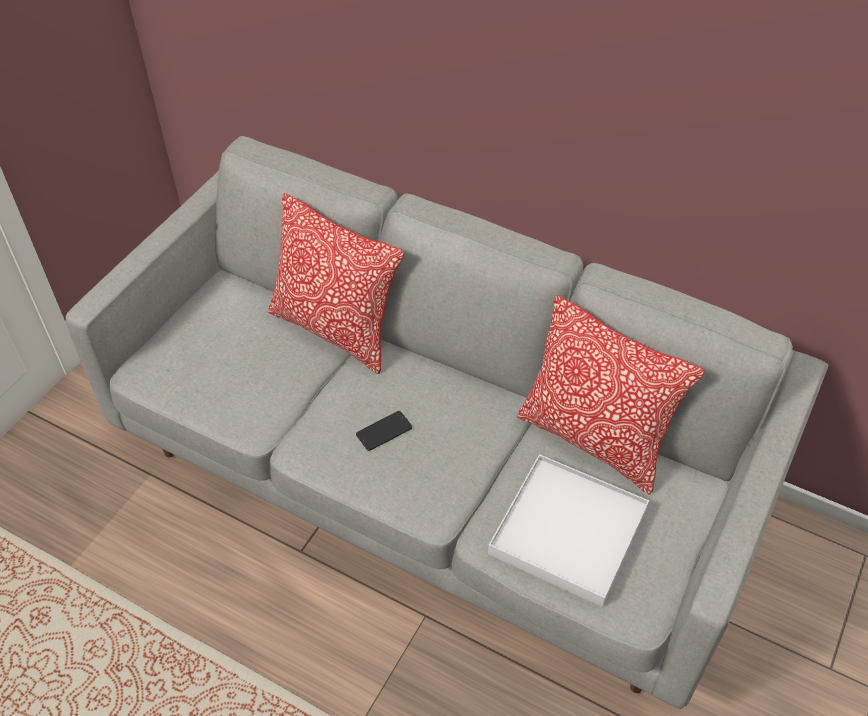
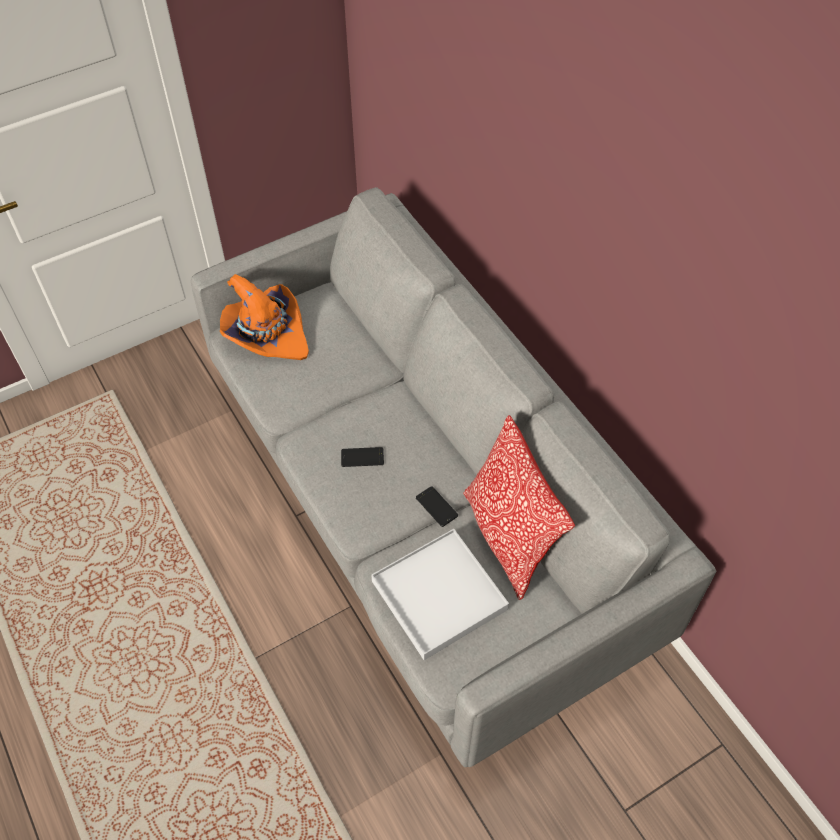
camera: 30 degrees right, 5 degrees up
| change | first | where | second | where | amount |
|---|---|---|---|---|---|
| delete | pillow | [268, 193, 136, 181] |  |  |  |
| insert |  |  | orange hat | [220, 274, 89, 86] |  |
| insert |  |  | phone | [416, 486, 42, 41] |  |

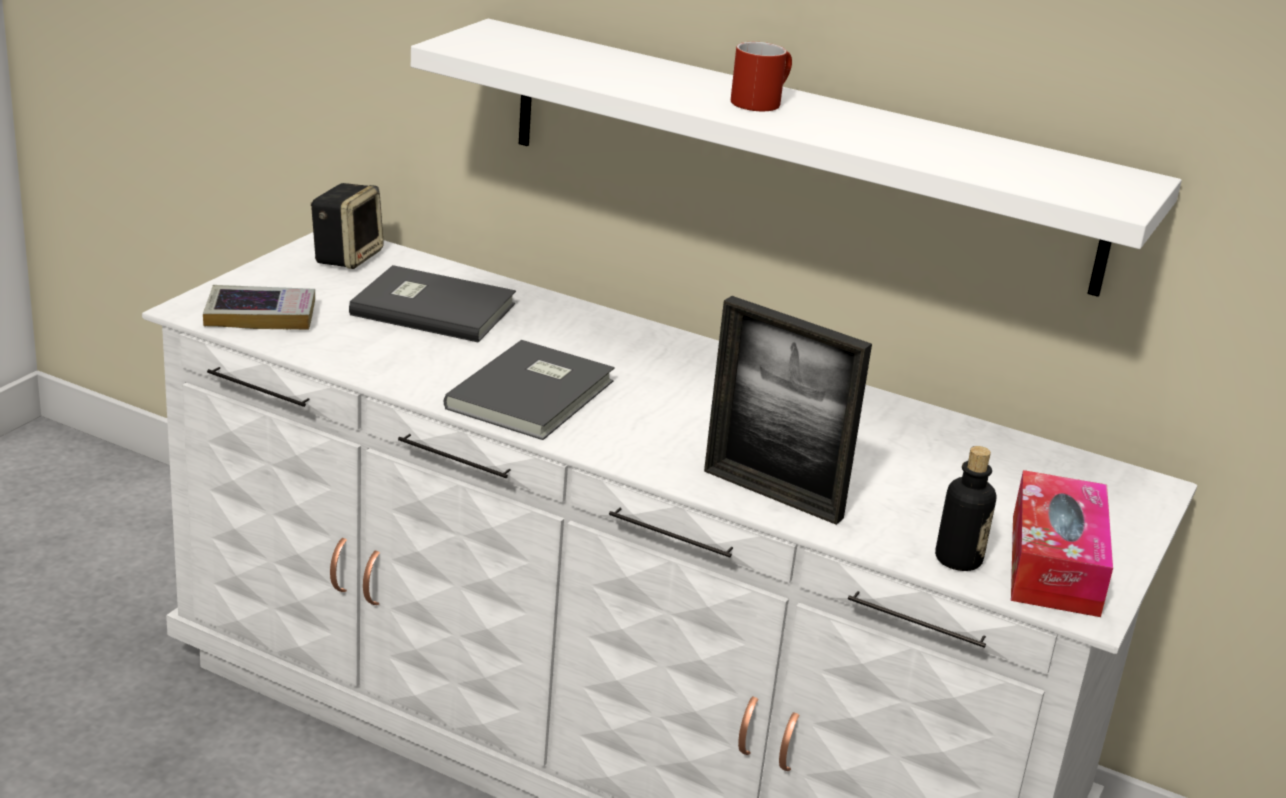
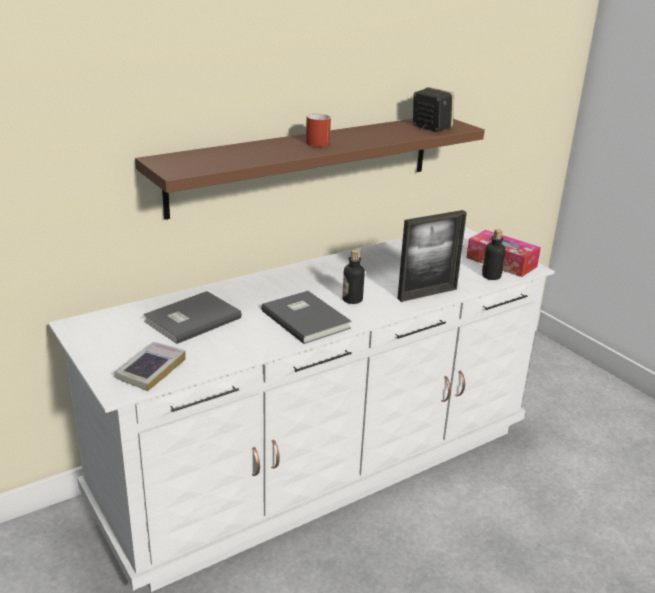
camera: 60 degrees left, 0 degrees up
| change | first | where | second | where | amount |
|---|---|---|---|---|---|
| move | speaker | [311, 183, 73, 86] |  | [413, 87, 41, 45] |  |
| recolor | white shelf | [411, 19, 771, 278] | brown shelf | [135, 119, 350, 101] |  |
| insert |  |  | bottle | [342, 250, 23, 54] |  |

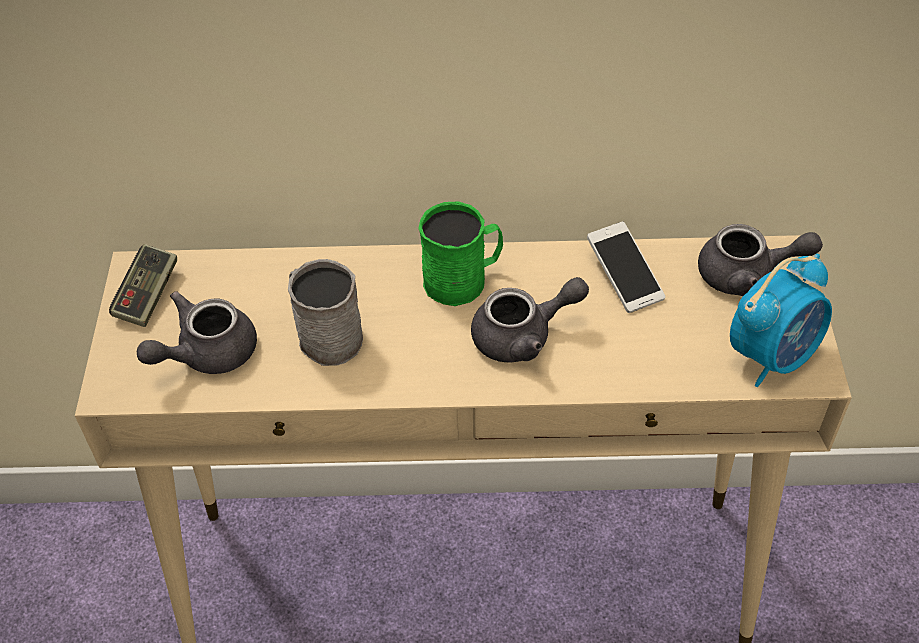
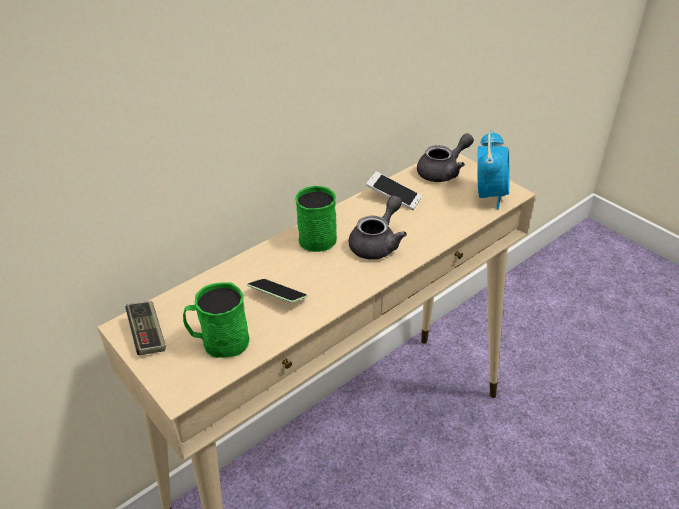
camera: 40 degrees left, 10 degrees down
| change | first | where | second | where | amount |
|---|---|---|---|---|---|
| replace | grey teapot | [137, 291, 120, 83] | green mug | [183, 283, 67, 75] |  |
| replace | grey mug | [288, 259, 75, 107] | phone | [247, 279, 60, 24] |  |

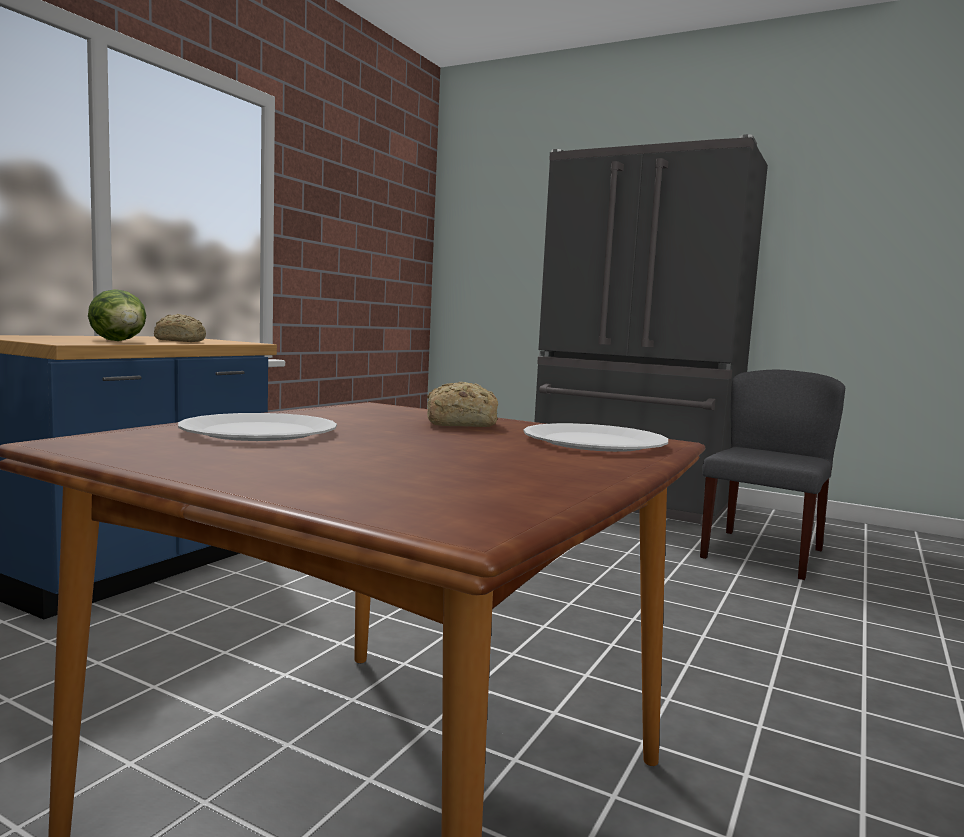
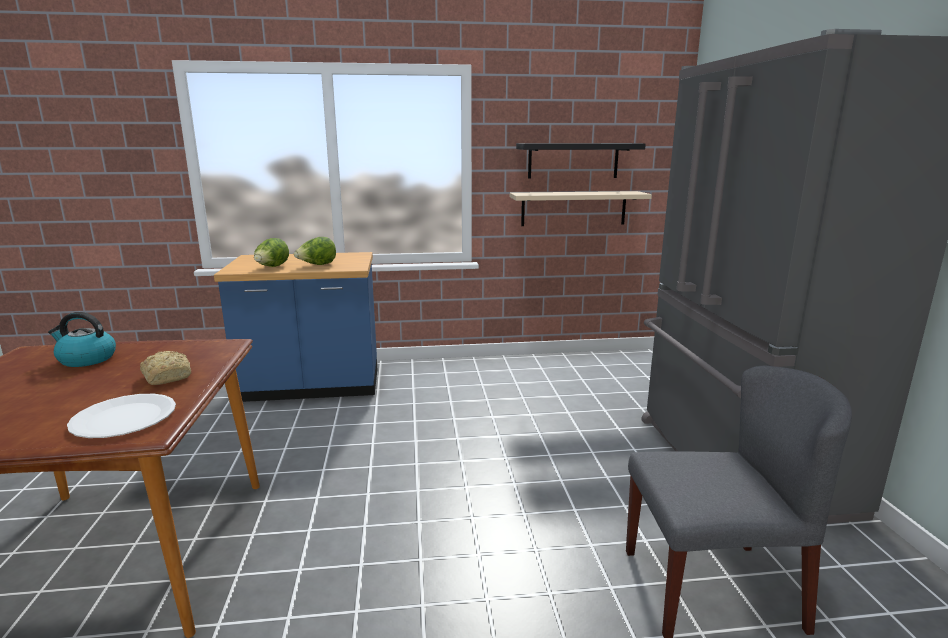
camera: 55 degrees right, 10 degrees up
| change | first | where | second | where | amount |
|---|---|---|---|---|---|
| replace | bread | [154, 314, 52, 28] | lettuce | [294, 237, 42, 28] |  |
| replace | white plate | [178, 413, 159, 28] | kettle | [48, 312, 68, 55] |  |
| insert |  |  | beige shelf | [510, 191, 142, 35] |  |
| insert |  |  | black shelf | [516, 143, 130, 36] |  |

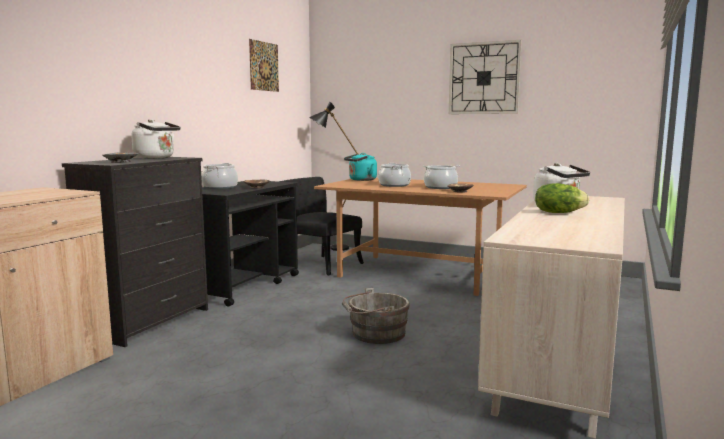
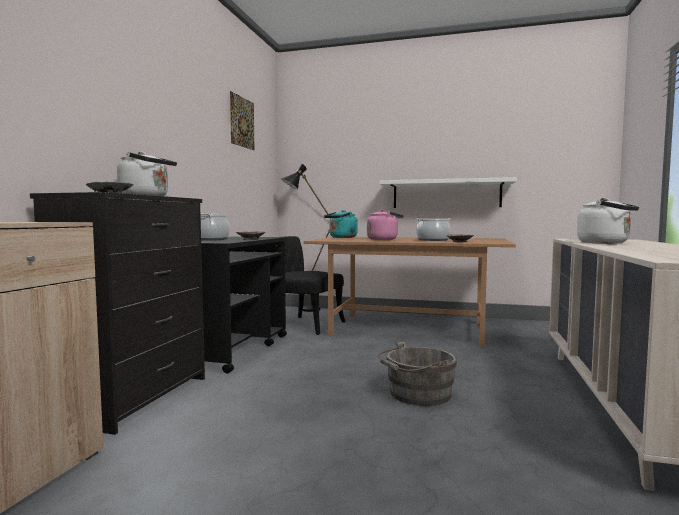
camera: 10 degrees left, 5 degrees down
| change | first | where | second | where | amount |
|---|---|---|---|---|---|
| replace | cooking pot | [378, 163, 33, 24] | pink kettle | [367, 209, 36, 31] |  |
| delete | wall clock | [449, 40, 73, 74] |  |  |  |
| delete | lettuce | [535, 183, 54, 30] |  |  |  |
| insert |  |  | white shelf | [379, 177, 138, 31] |  |

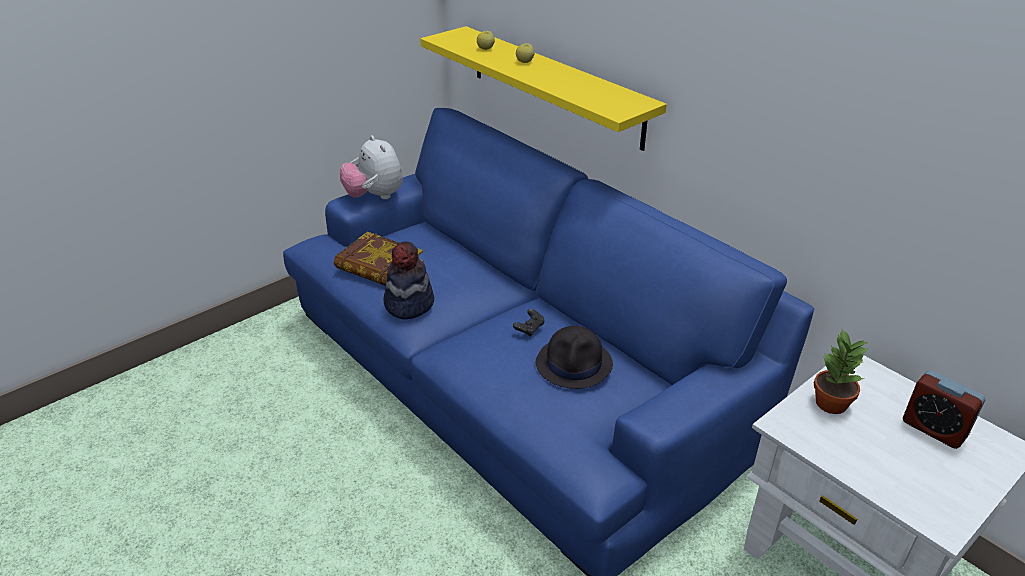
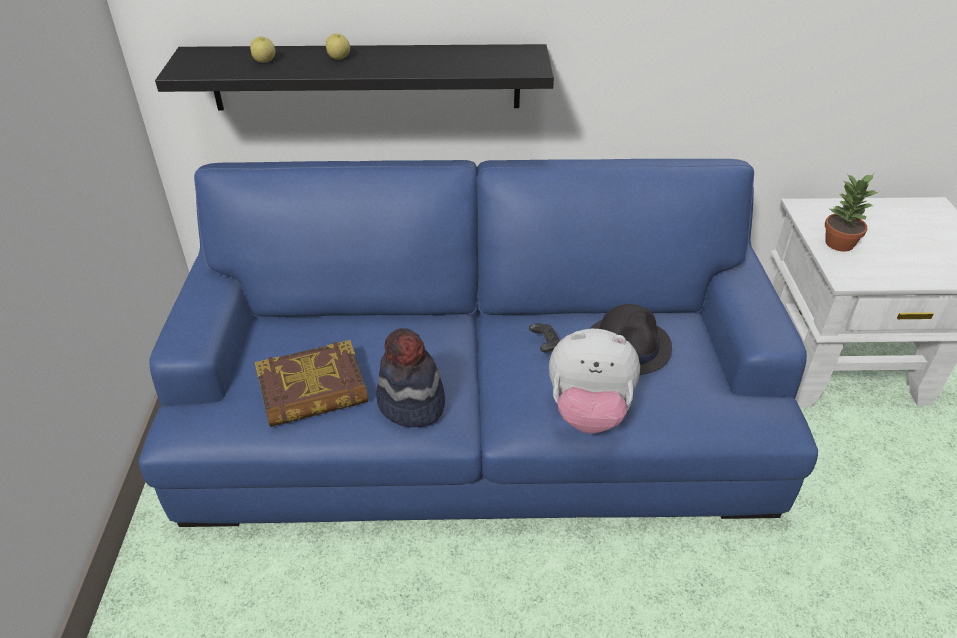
camera: 50 degrees left, 5 degrees up
| change | first | where | second | where | amount |
|---|---|---|---|---|---|
| move | plush toy | [340, 135, 63, 64] |  | [549, 329, 91, 105] |  |
| recolor | yellow shelf | [420, 26, 247, 125] | black shelf | [155, 44, 399, 67] |  |
| delete | alarm clock | [903, 370, 82, 79] |  |  |  |

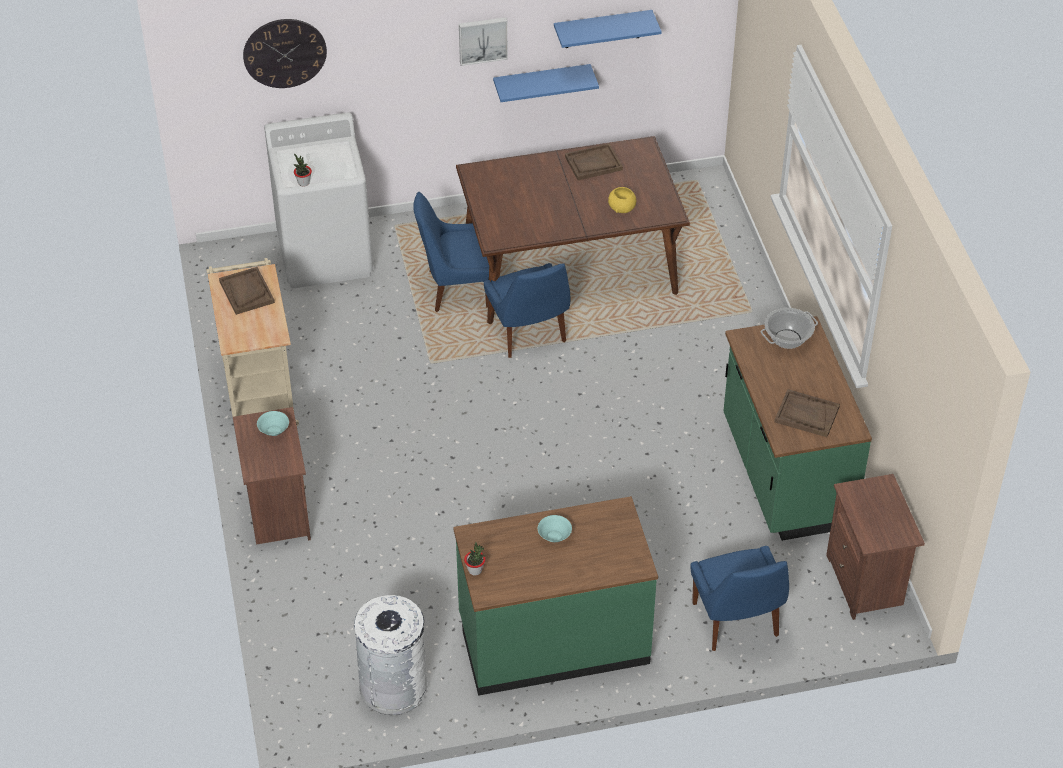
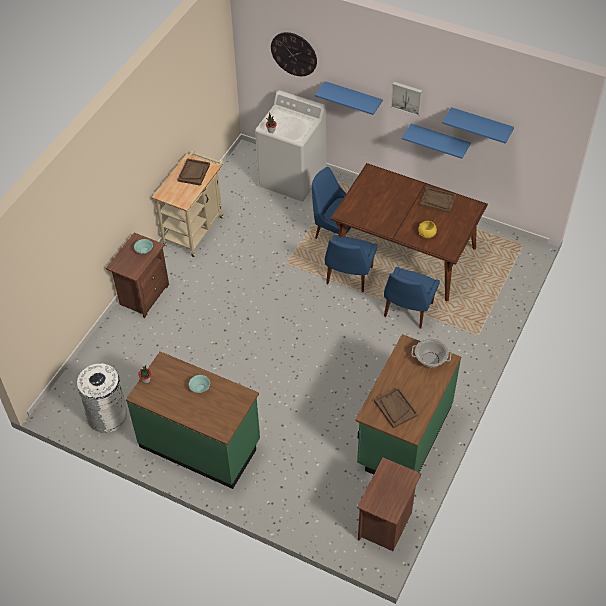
camera: 40 degrees right, 5 degrees up
| change | first | where | second | where | amount |
|---|---|---|---|---|---|
| move | blue chair | [691, 546, 98, 105] |  | [384, 267, 56, 62] |  |
| insert |  |  | blue shelf | [315, 81, 68, 34] |  |

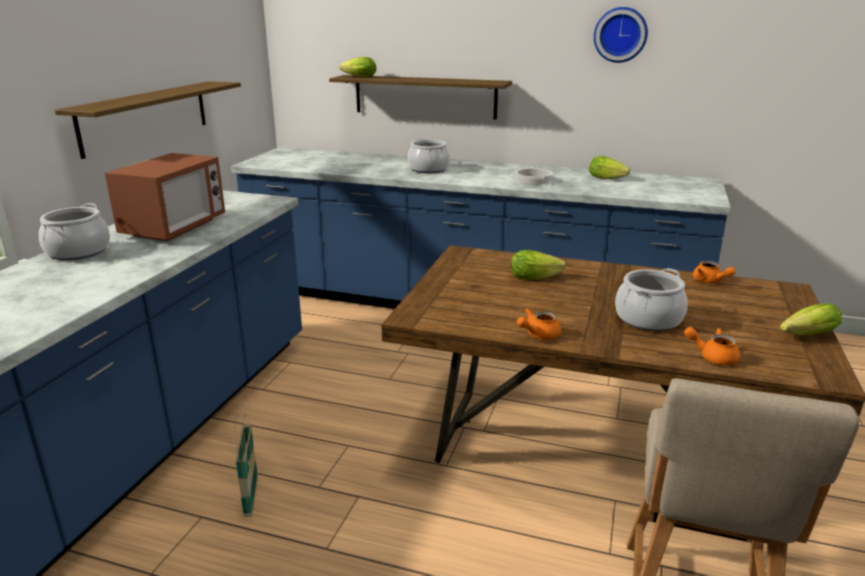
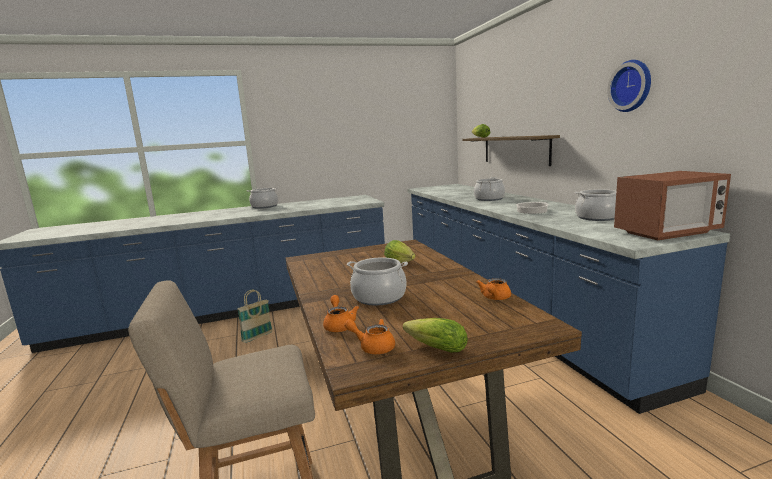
camera: 55 degrees right, 10 degrees down
| change | first | where | second | where | amount |
|---|---|---|---|---|---|
| delete | shelf | [55, 81, 186, 78] |  |  |  |
| move | microwave | [105, 153, 120, 88] |  | [614, 171, 117, 70] |  |
| move | orange teapot | [517, 308, 44, 32] |  | [344, 319, 51, 35] |  |
| replace | lettuce | [589, 156, 41, 23] | cooking pot | [575, 189, 42, 32] |  |

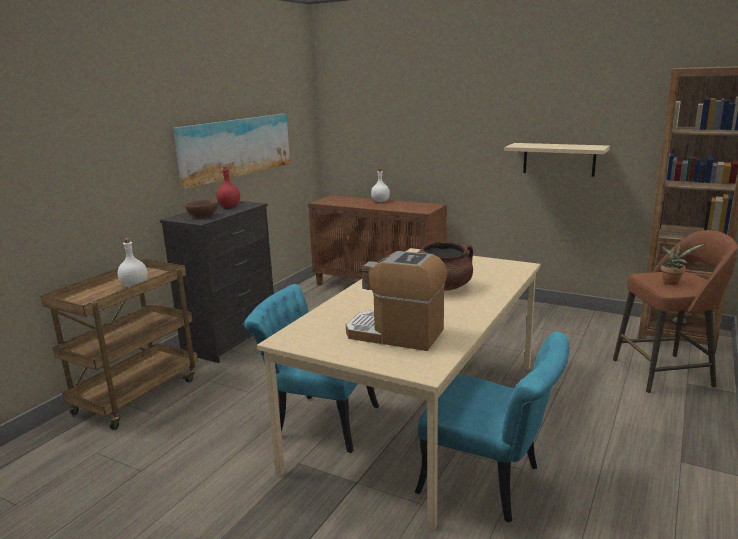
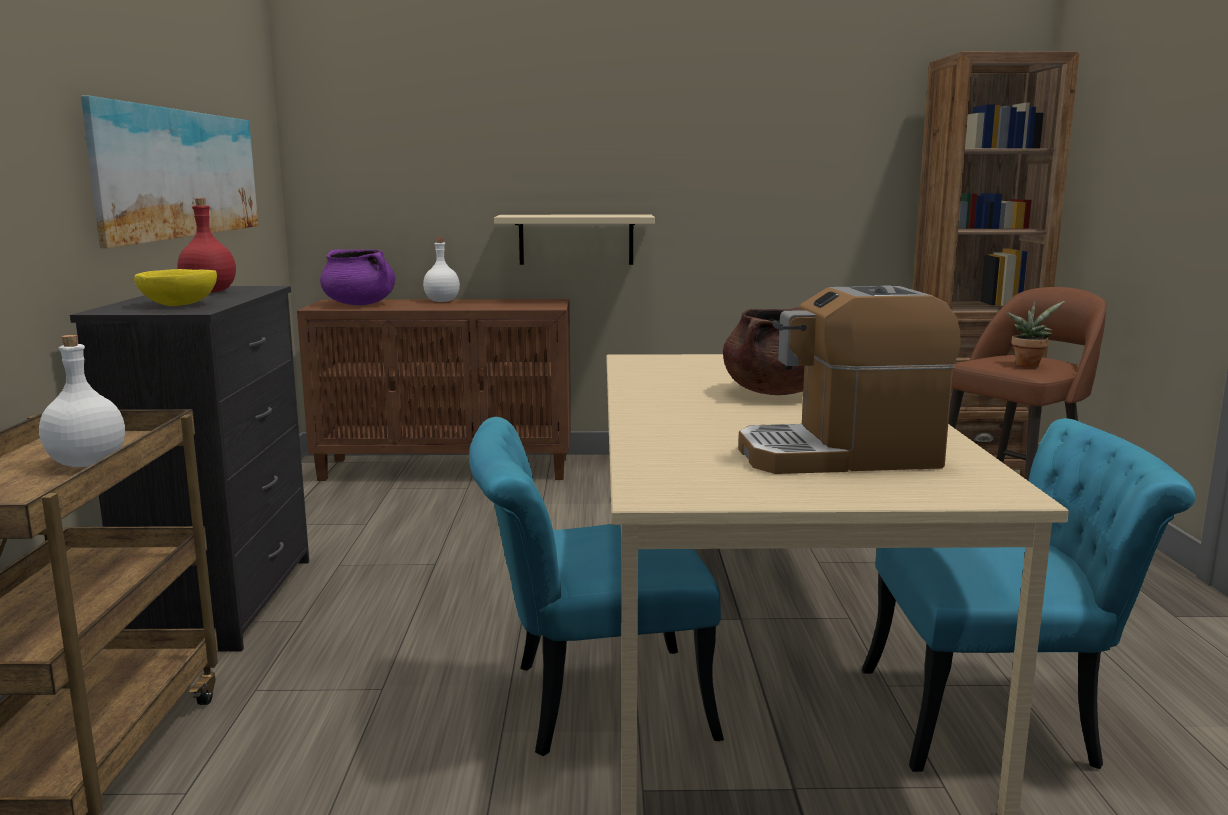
camera: 30 degrees left, 5 degrees down
| change | first | where | second | where | amount |
|---|---|---|---|---|---|
| recolor | brown bowl | [185, 200, 33, 17] | yellow bowl | [134, 269, 83, 37] |  |
| move | beige shelf | [504, 143, 106, 34] |  | [494, 215, 161, 50] |  |
| insert |  |  | purple cooking pot | [320, 249, 75, 56] |  |

